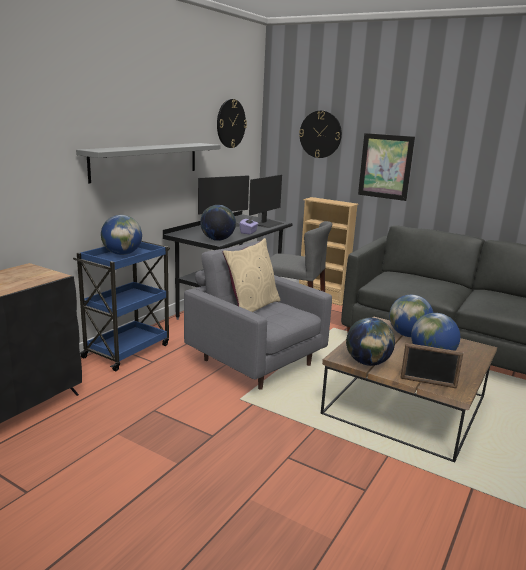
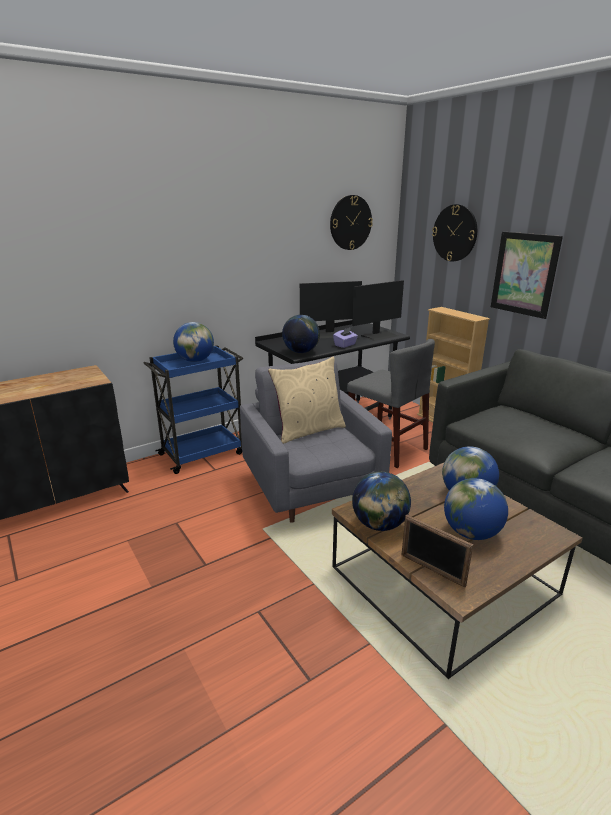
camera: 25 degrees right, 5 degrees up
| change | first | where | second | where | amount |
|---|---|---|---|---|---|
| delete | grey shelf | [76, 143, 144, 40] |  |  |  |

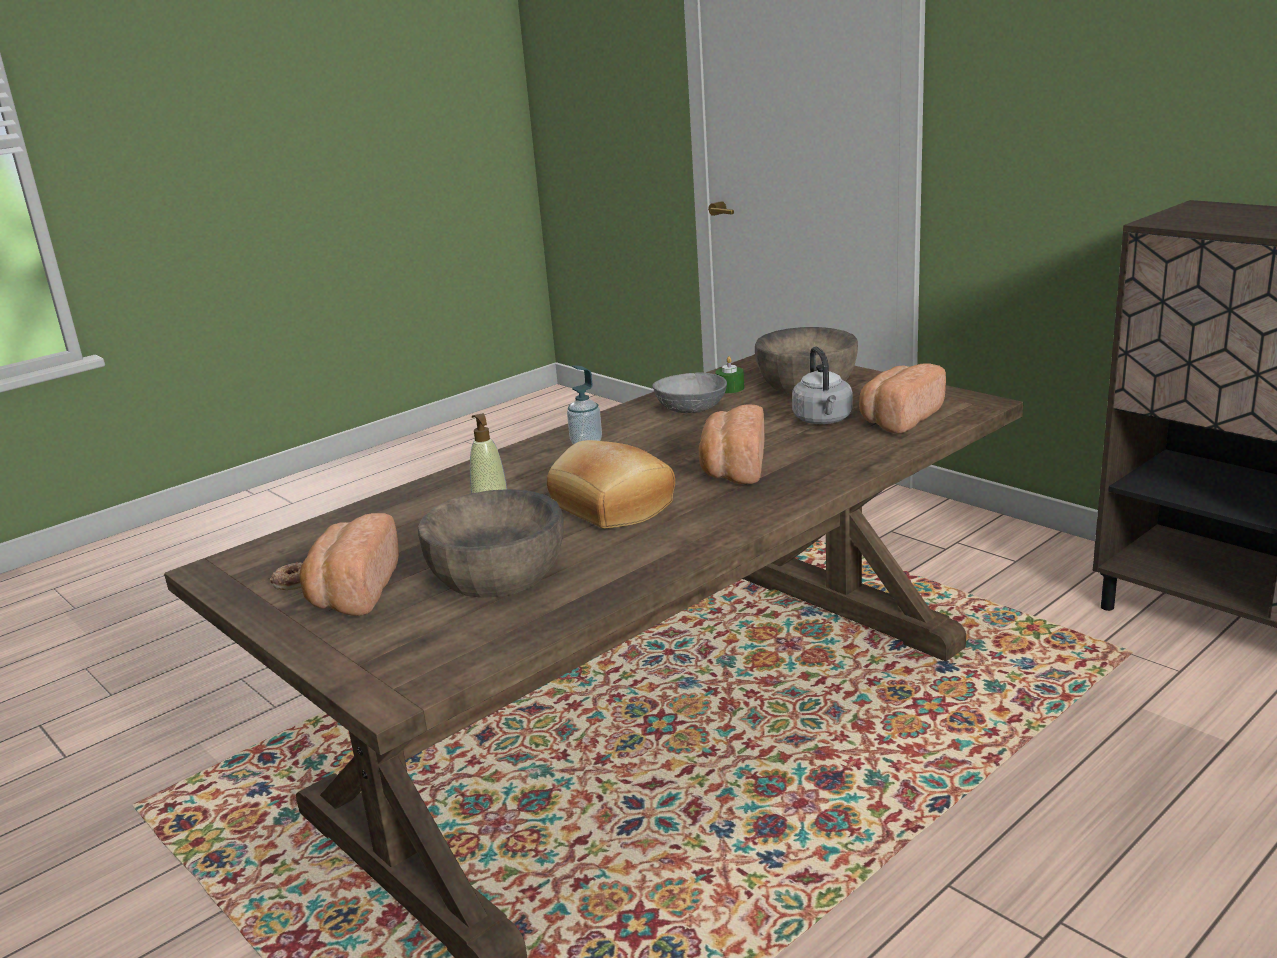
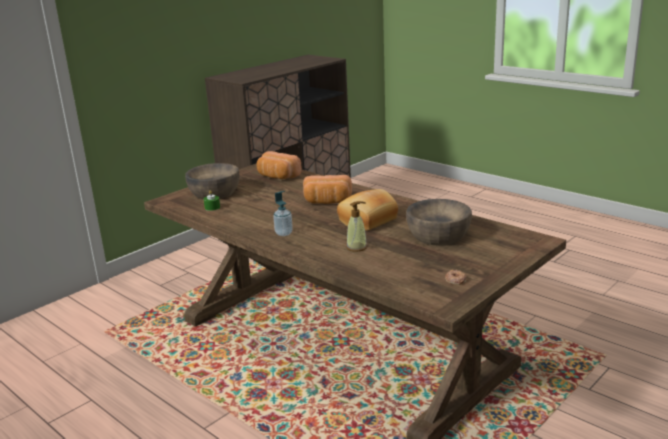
camera: 95 degrees left, 0 degrees up
| change | first | where | second | where | amount |
|---|---|---|---|---|---|
| delete | bread | [299, 513, 100, 103] |  |  |  |
| delete | grey bowl | [653, 372, 74, 41] |  |  |  |
| delete | grey kettle | [792, 347, 61, 77] |  |  |  |

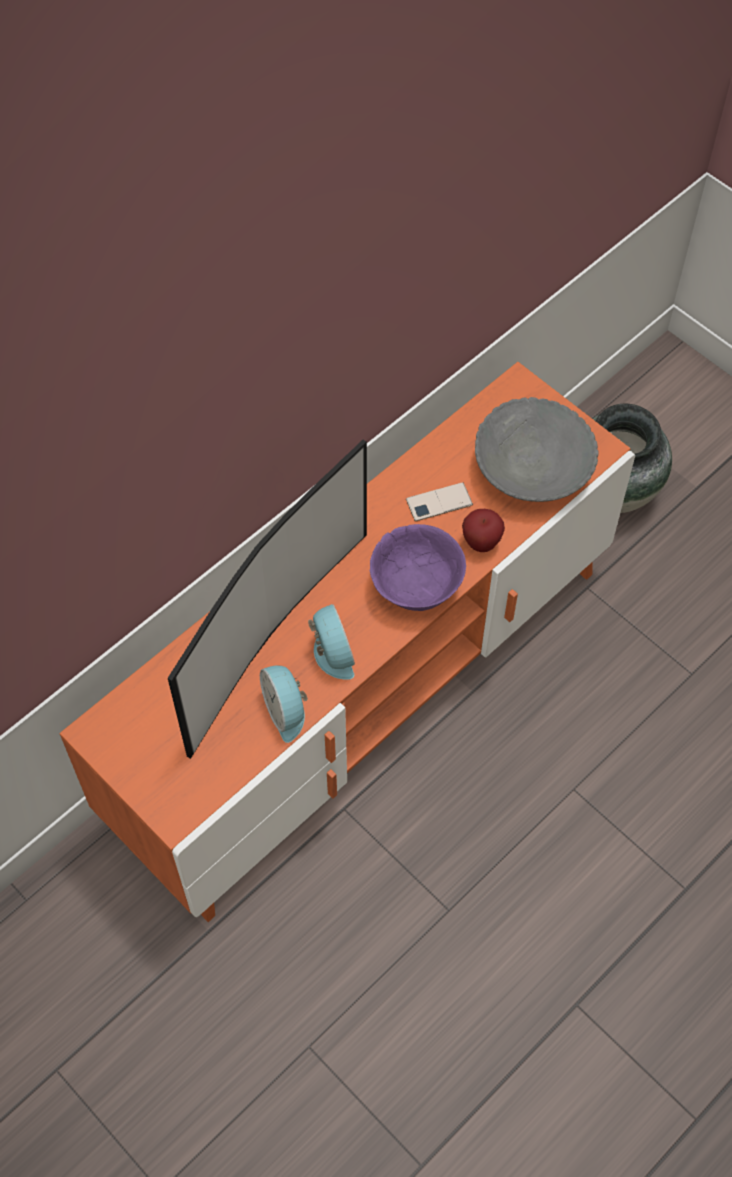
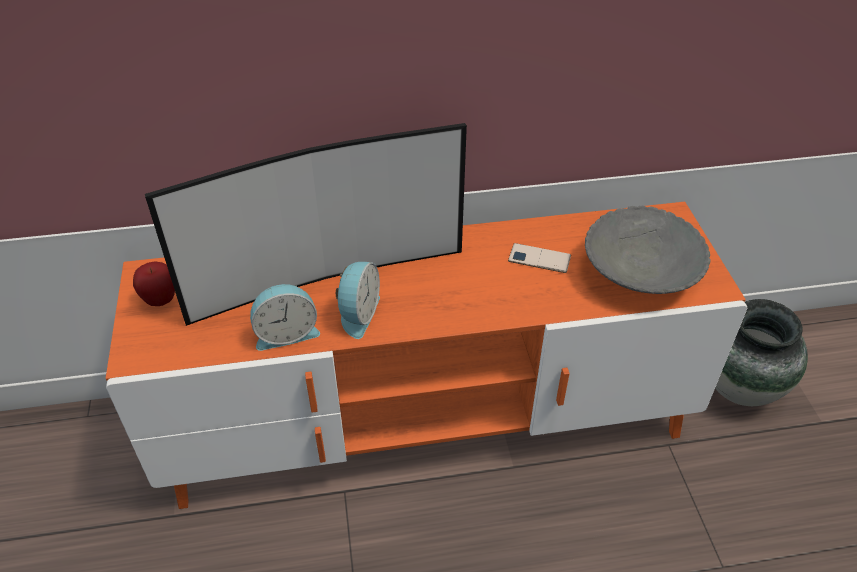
camera: 35 degrees right, 15 degrees down
| change | first | where | second | where | amount |
|---|---|---|---|---|---|
| rotate | alarm clock | [260, 665, 48, 78] |  | [250, 284, 70, 67] | 120 degrees counterclockwise |
| delete | purple bowl | [370, 524, 96, 87] |  |  |  |
| move | apple | [462, 509, 43, 43] |  | [133, 262, 42, 44] |  |

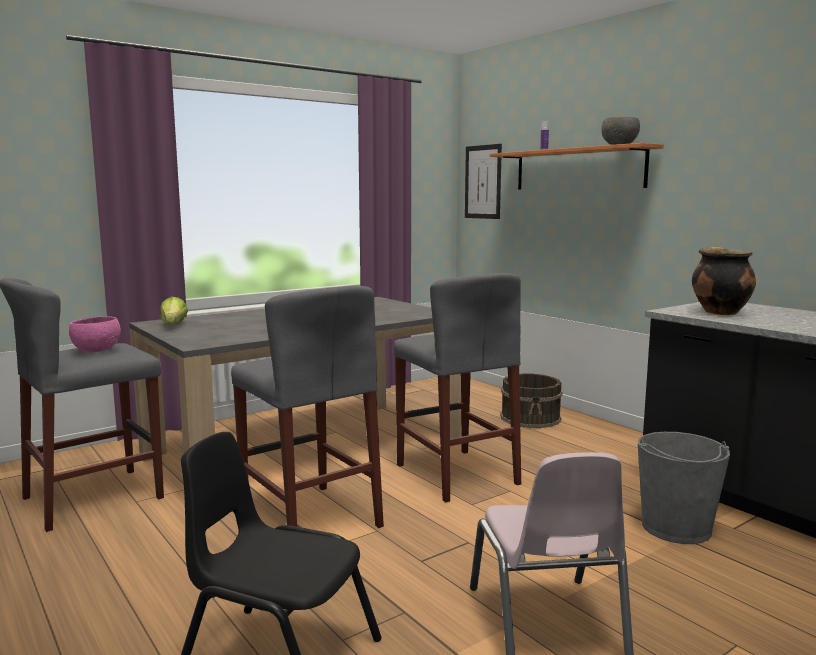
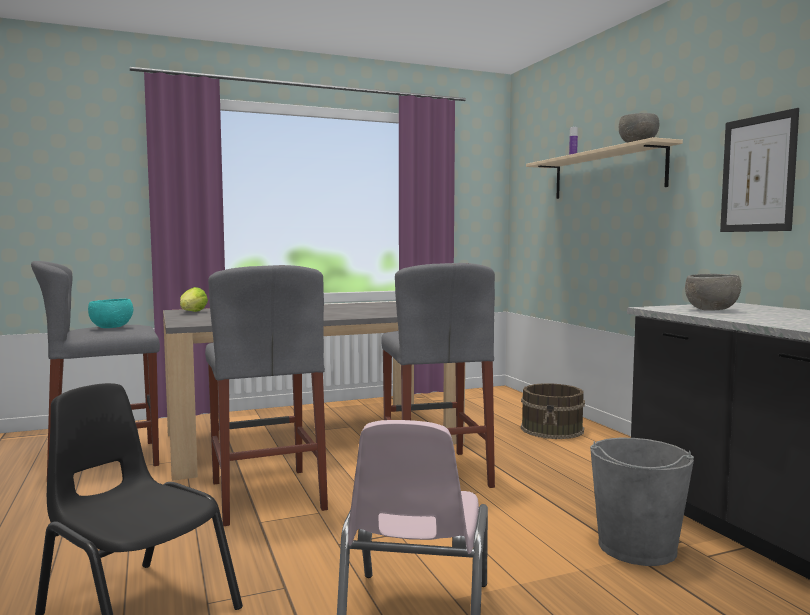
camera: 15 degrees right, 5 degrees down
| change | first | where | second | where | amount |
|---|---|---|---|---|---|
| recolor | pink bowl | [69, 316, 52, 37] | turquoise bowl | [88, 299, 45, 29] |  |
| move | picture | [465, 144, 37, 75] |  | [720, 108, 79, 124] |  |
| recolor | orange shelf | [490, 143, 174, 46] | beige shelf | [526, 137, 157, 62] |  |
| replace | cooking pot | [692, 247, 64, 68] | grey bowl | [685, 274, 56, 36] |  |

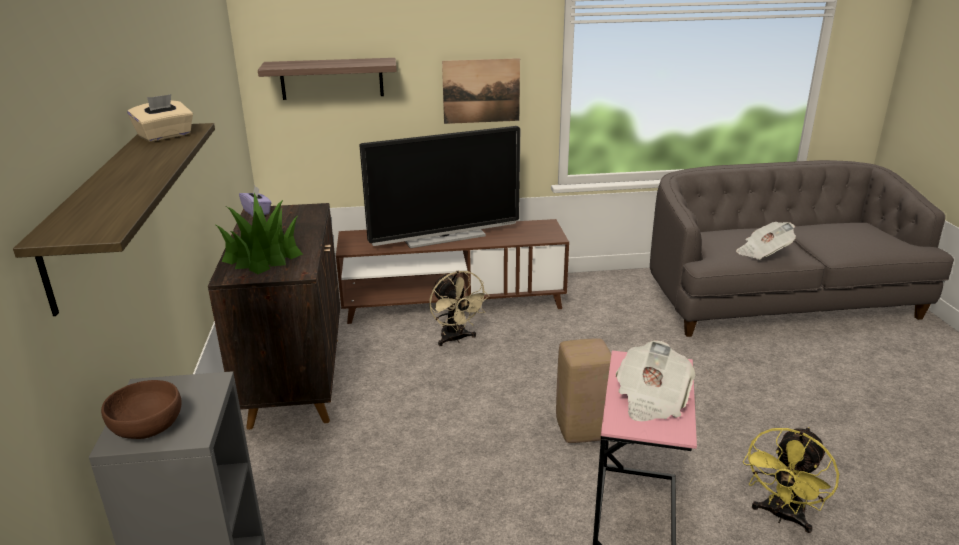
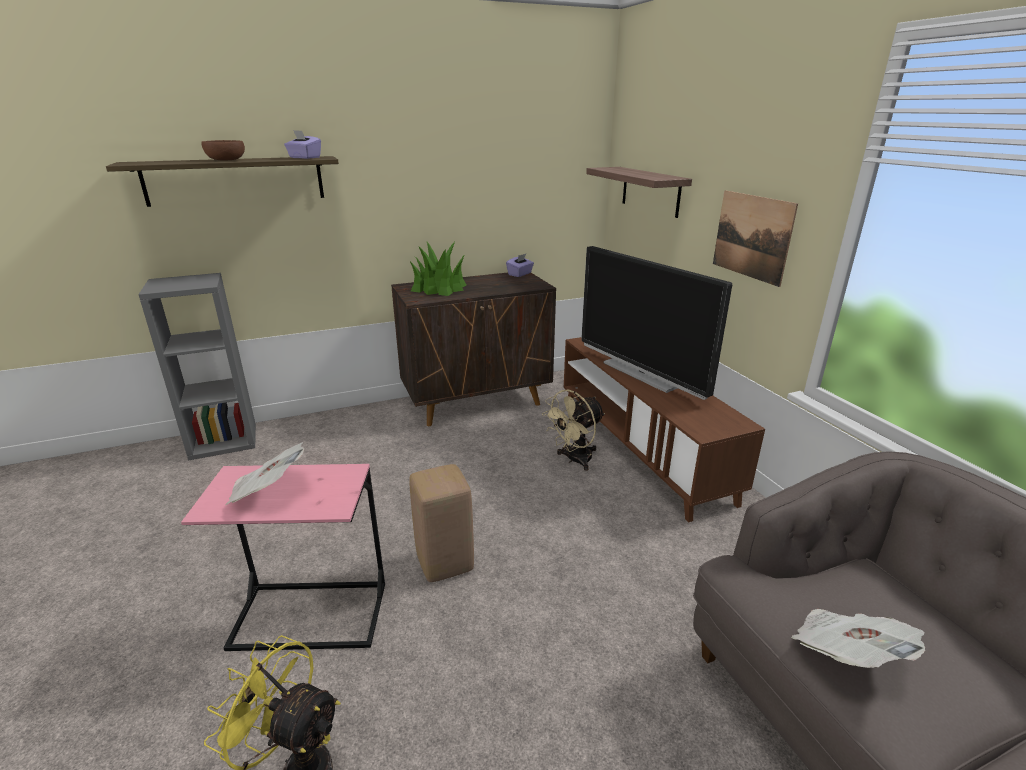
camera: 75 degrees right, 0 degrees up
| change | first | where | second | where | amount |
|---|---|---|---|---|---|
| move | brown bowl | [101, 380, 81, 59] |  | [201, 140, 44, 21] |  |
| recolor | beige tissue box | [127, 94, 66, 48] | purple tissue box | [284, 130, 37, 29] |  |

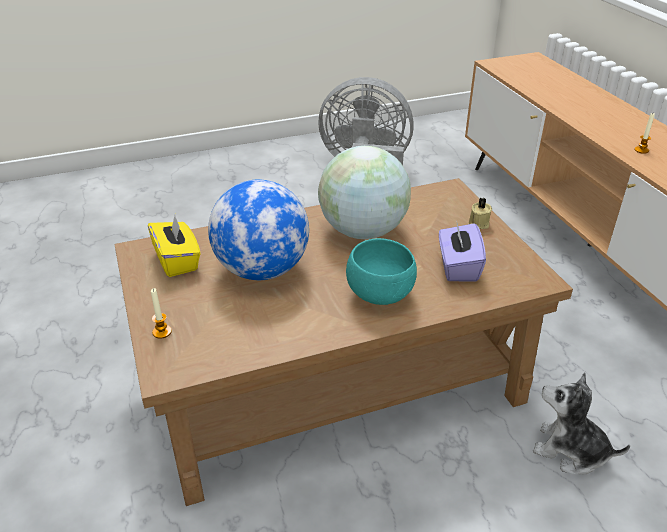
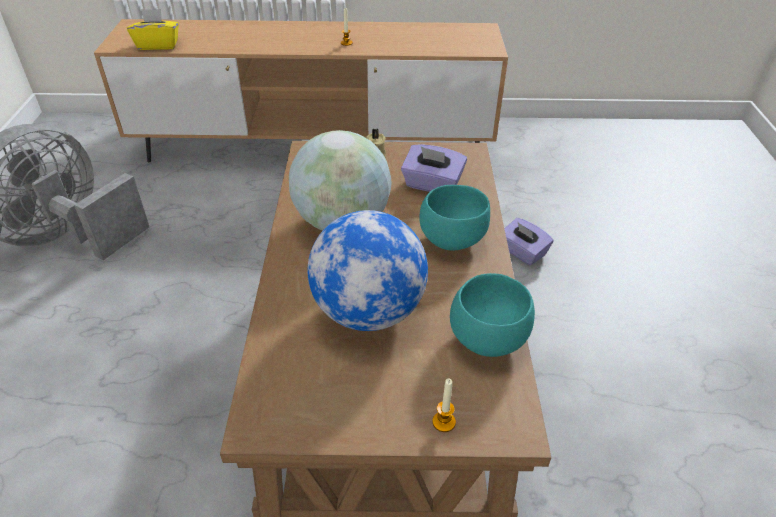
camera: 70 degrees left, 5 degrees up
| change | first | where | second | where | amount |
|---|---|---|---|---|---|
| move | yellow tissue box | [148, 216, 53, 61] |  | [127, 9, 52, 41] |  |
| replace | plush toy | [533, 372, 97, 103] | purple tissue box | [504, 218, 49, 48] |  |
| insert |  |  | turquoise bowl | [450, 273, 85, 84] |  |

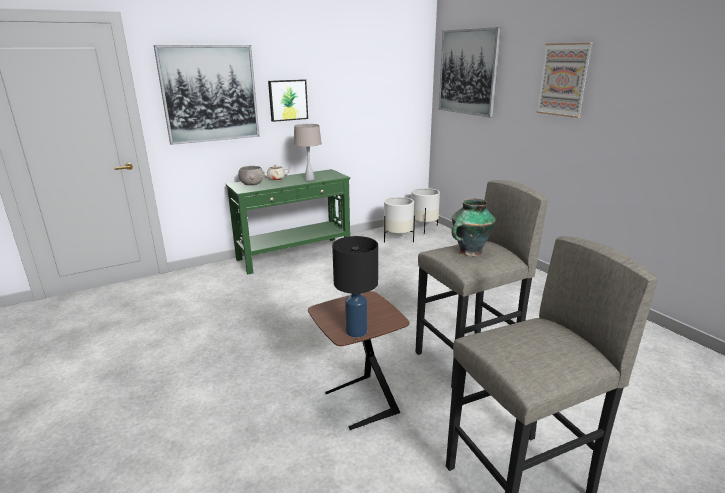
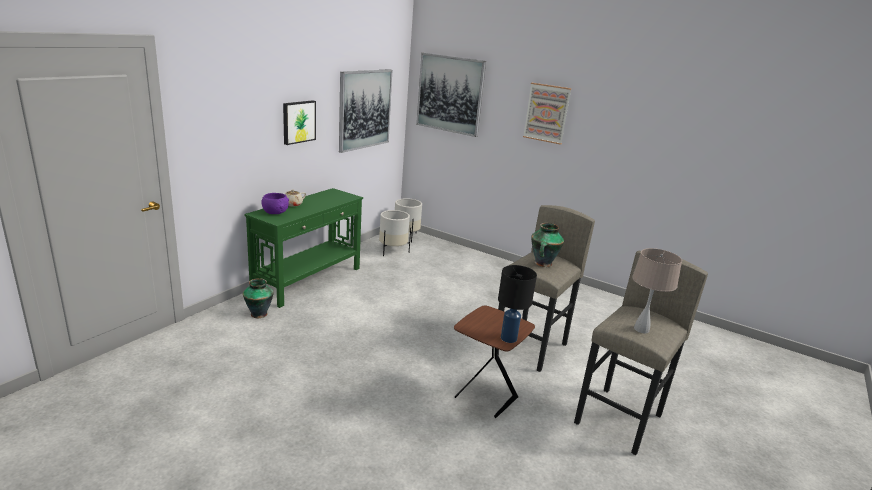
camera: 30 degrees left, 0 degrees up
| change | first | where | second | where | amount |
|---|---|---|---|---|---|
| move | picture | [154, 45, 105, 100] |  | [339, 69, 53, 84] |  |
| recolor | grey bowl | [238, 166, 26, 19] | purple bowl | [261, 193, 28, 21] |  |
| move | beige table lamp | [294, 124, 28, 57] |  | [632, 248, 50, 85] |  |
| insert |  |  | vase | [243, 278, 31, 40] |  |

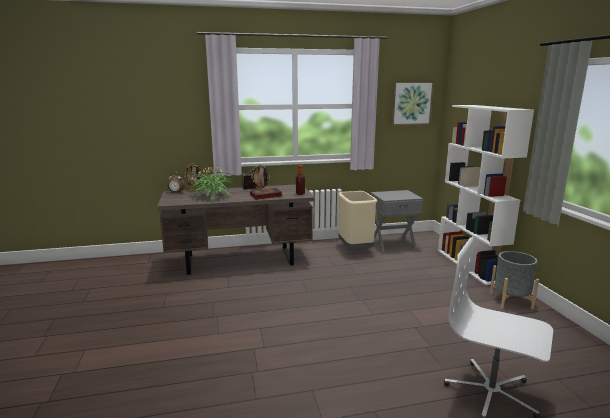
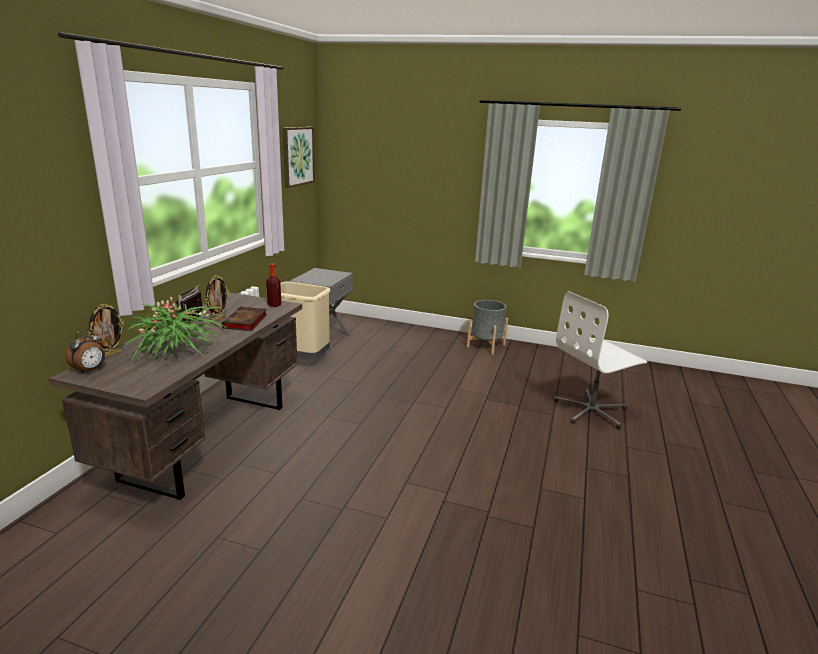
camera: 60 degrees left, 5 degrees up
| change | first | where | second | where | amount |
|---|---|---|---|---|---|
| delete | white bookcase | [438, 105, 96, 180] |  |  |  |

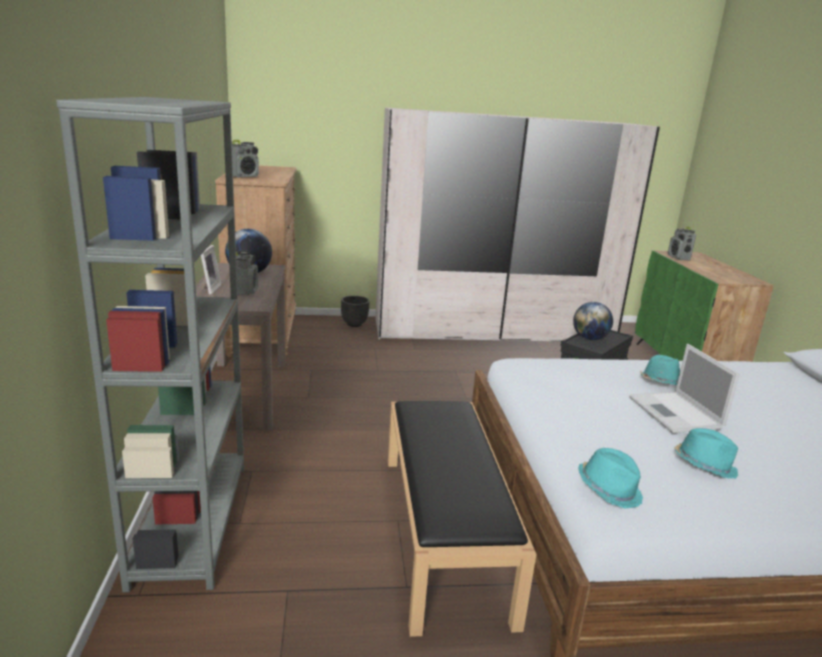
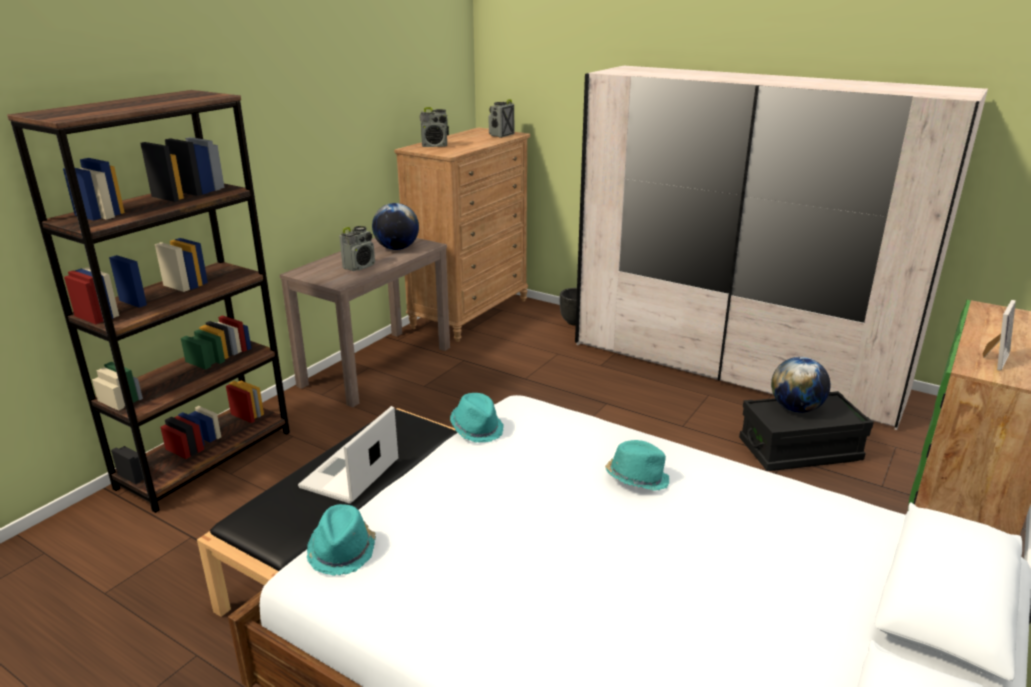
camera: 40 degrees right, 5 degrees up
| change | first | where | second | where | amount |
|---|---|---|---|---|---|
| recolor | grey bookcase | [56, 97, 188, 496] | brown bookcase | [7, 90, 283, 423] |  |
| move | picture frame | [201, 245, 20, 49] |  | [982, 300, 34, 70] |  |
| move | laptop | [629, 344, 111, 89] |  | [298, 406, 100, 98] |  |
| move | radio | [668, 226, 28, 35] |  | [489, 99, 25, 39] |  |
| move | turquoise hat | [674, 428, 64, 51] |  | [450, 393, 54, 50] |  |

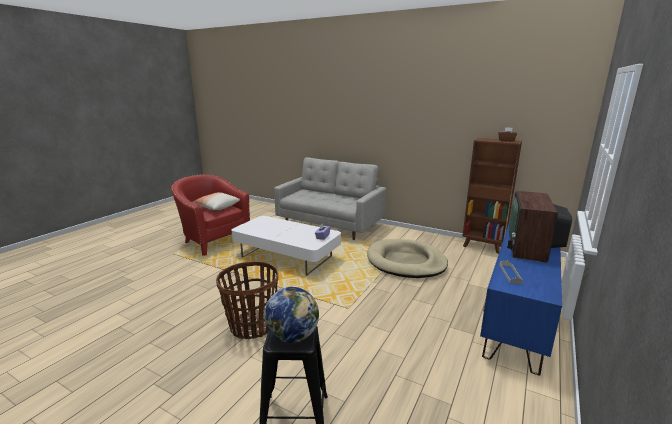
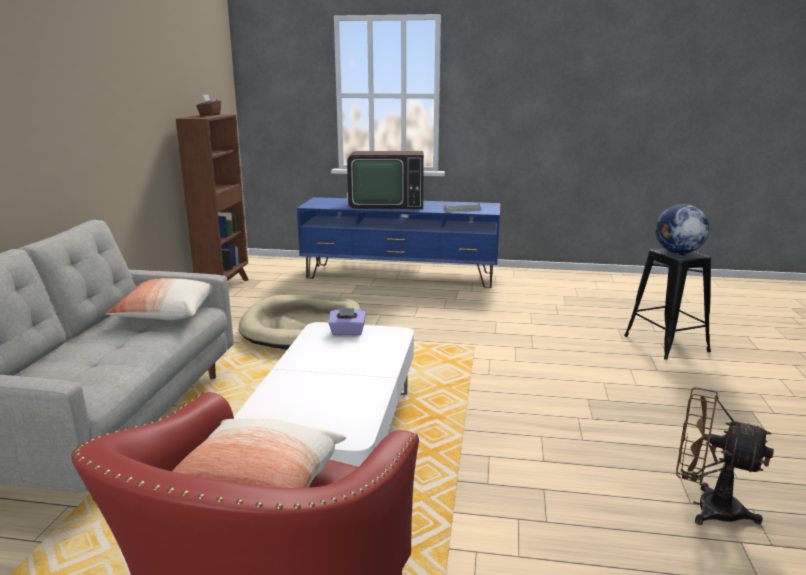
camera: 110 degrees left, 0 degrees up
| change | first | where | second | where | amount |
|---|---|---|---|---|---|
| delete | basket | [216, 261, 63, 78] |  |  |  |
| insert |  |  | pillow | [105, 278, 108, 42] |  |
| insert |  |  | brown fan | [676, 387, 98, 138] |  |

